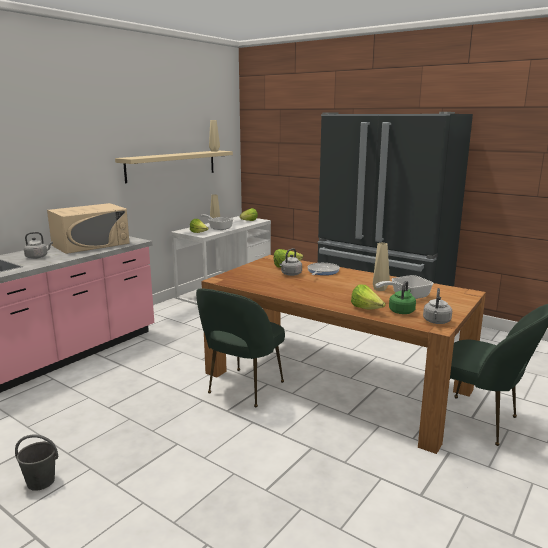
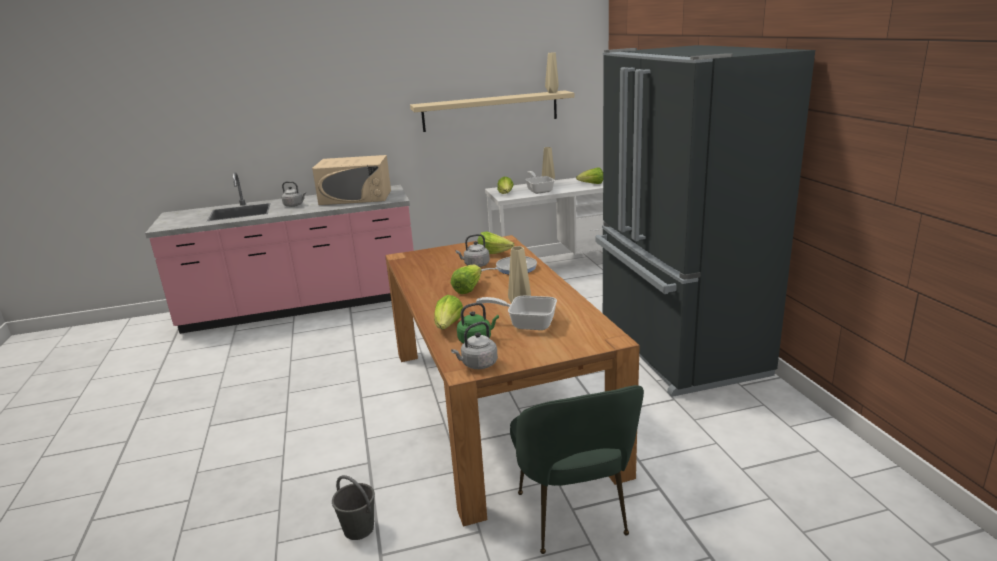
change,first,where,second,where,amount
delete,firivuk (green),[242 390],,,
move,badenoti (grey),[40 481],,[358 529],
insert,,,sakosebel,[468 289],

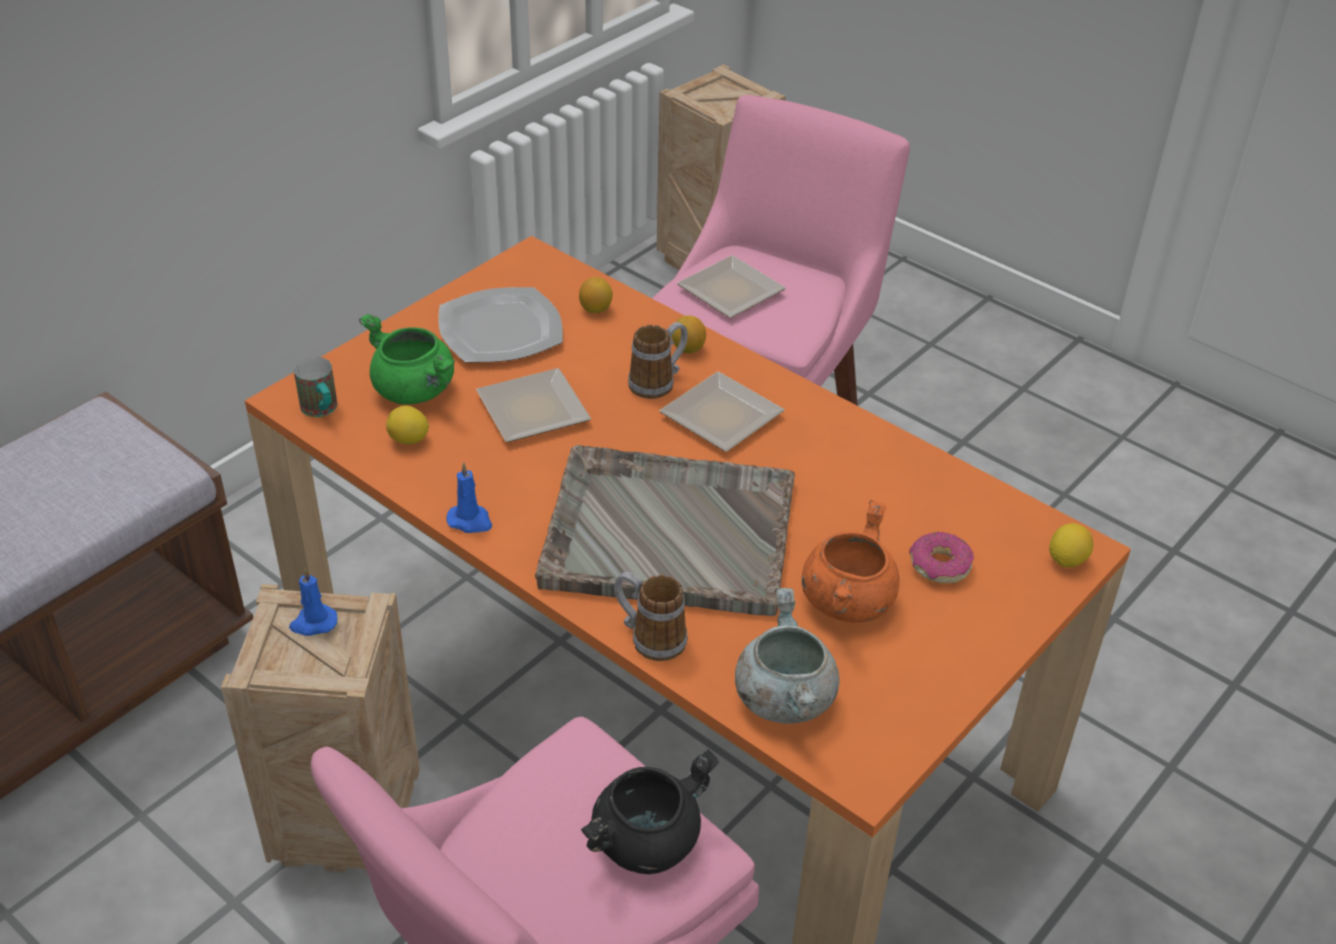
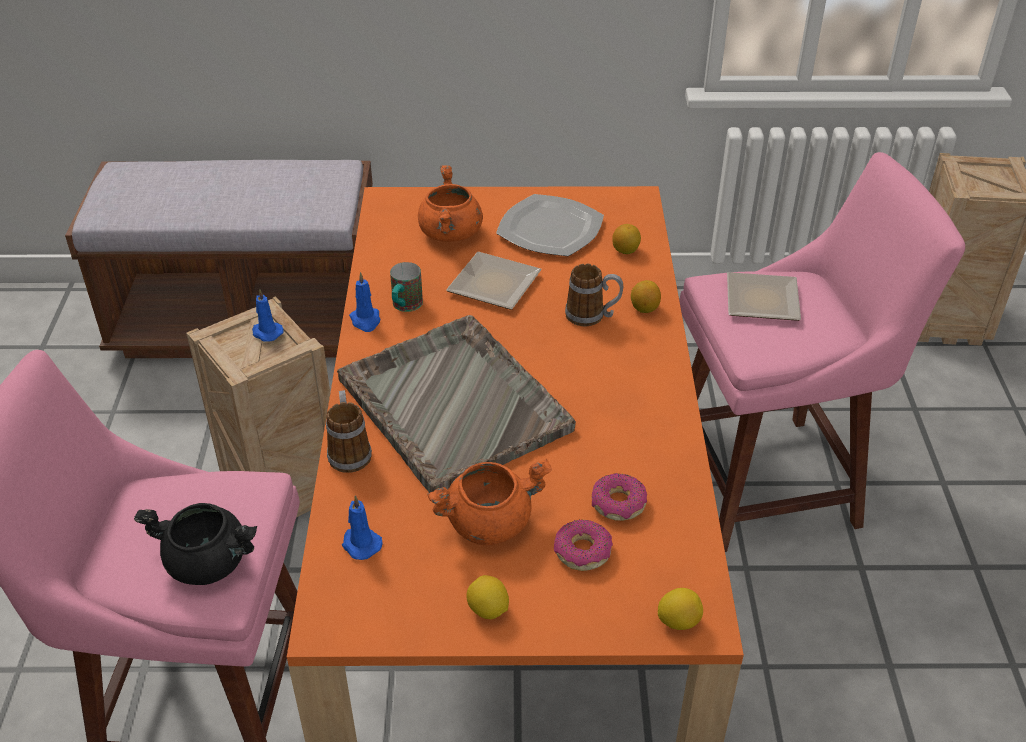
change,first,where,second,where,amount
recolor,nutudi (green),[415 390],nutudi (orange),[451 234],
move,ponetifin,[322 410],,[405 307],
delete,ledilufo,[726 416],,,
move,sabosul,[409 440],,[488 610],
replace,nutudi (grey),[784 698],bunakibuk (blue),[360 544],
insert,,,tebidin,[618 504],

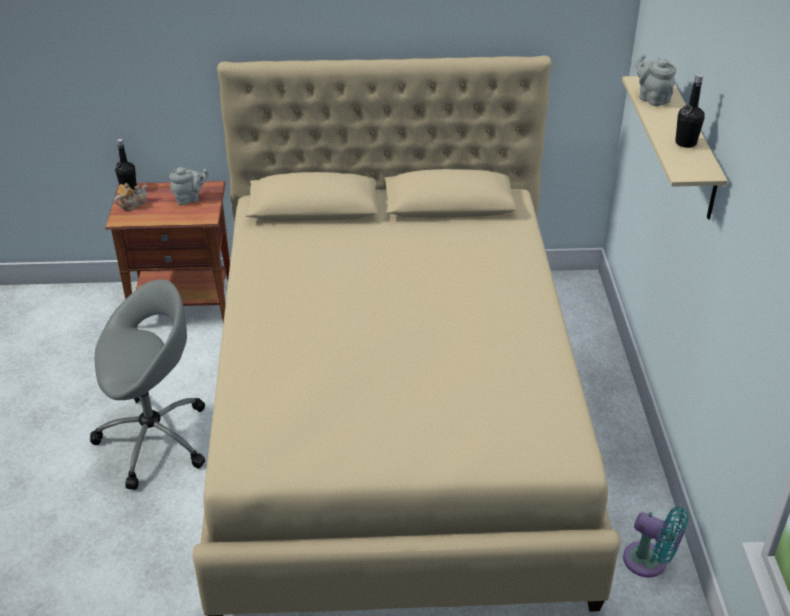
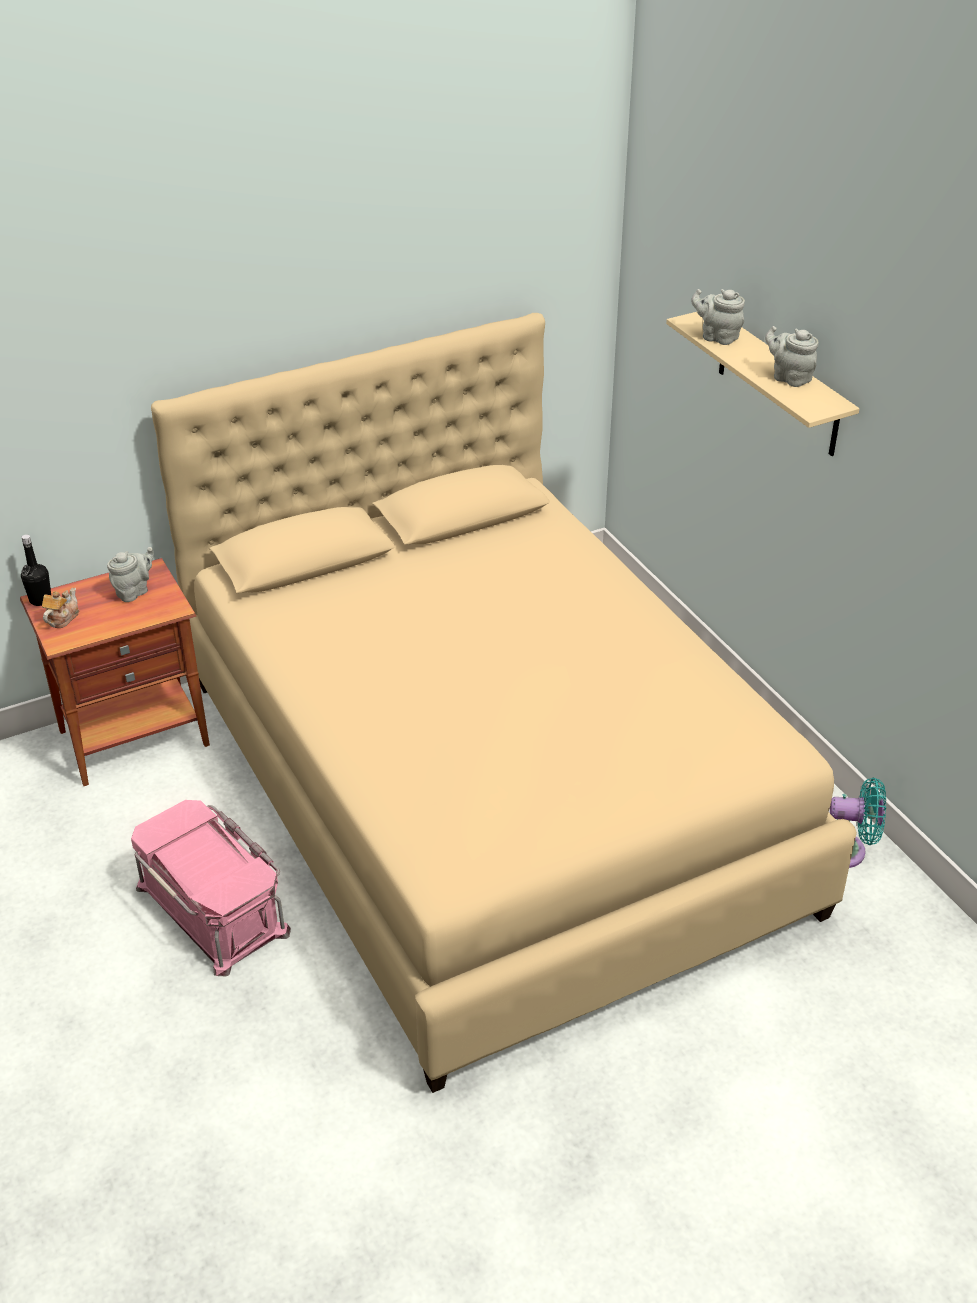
change,first,where,second,where,amount
replace,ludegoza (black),[685 143],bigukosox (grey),[789 378],
replace,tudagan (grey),[157 438],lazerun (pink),[214 907],

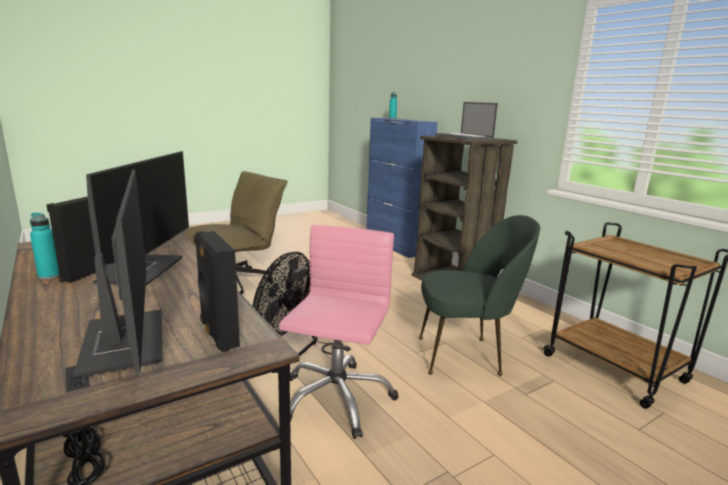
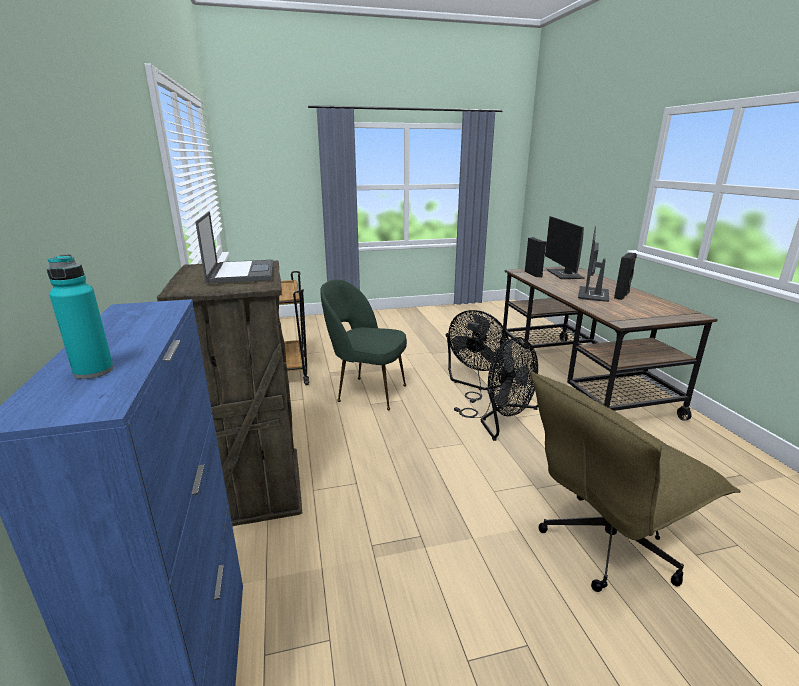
change,first,where,second,where,amount
delete,ludegoza (turquoise),[49 276],,,
replace,tudagan (pink),[336 398],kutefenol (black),[474 382],

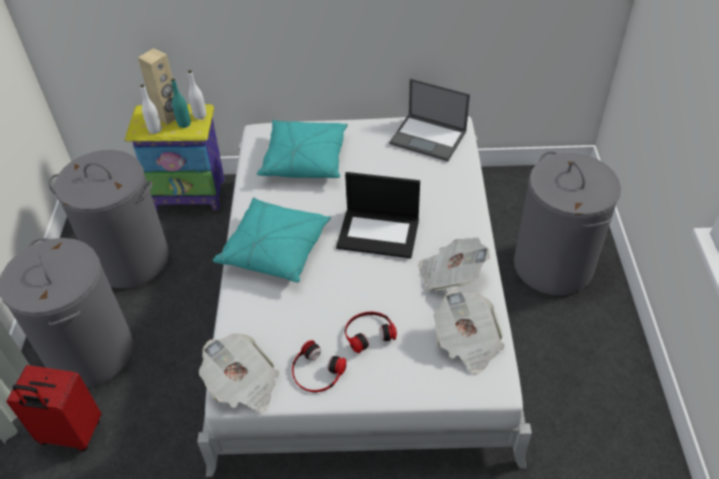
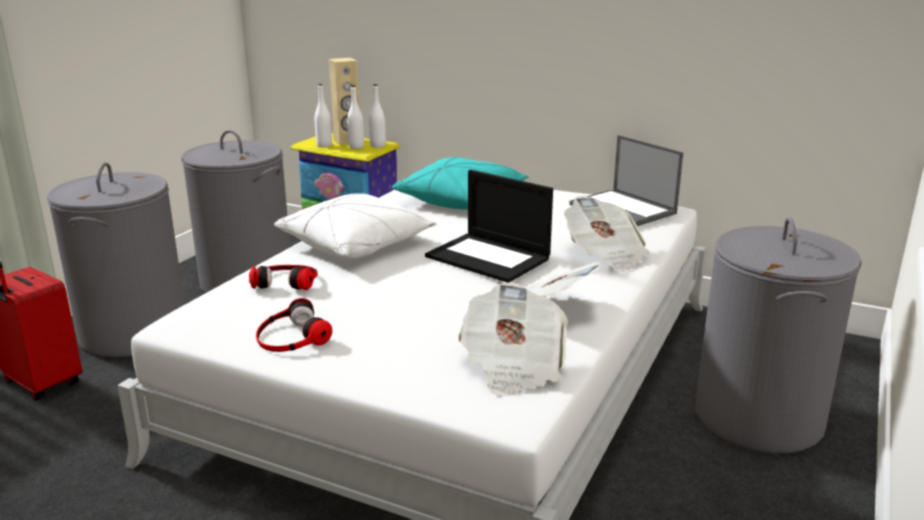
change,first,where,second,where,amount
recolor,ludegoza (turquoise),[184 124],ludegoza (white),[356 147],
recolor,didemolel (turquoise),[275 250],didemolel (white),[357 245],
move,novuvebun,[368 332],,[286 281],
move,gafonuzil,[243 384],,[605 255],

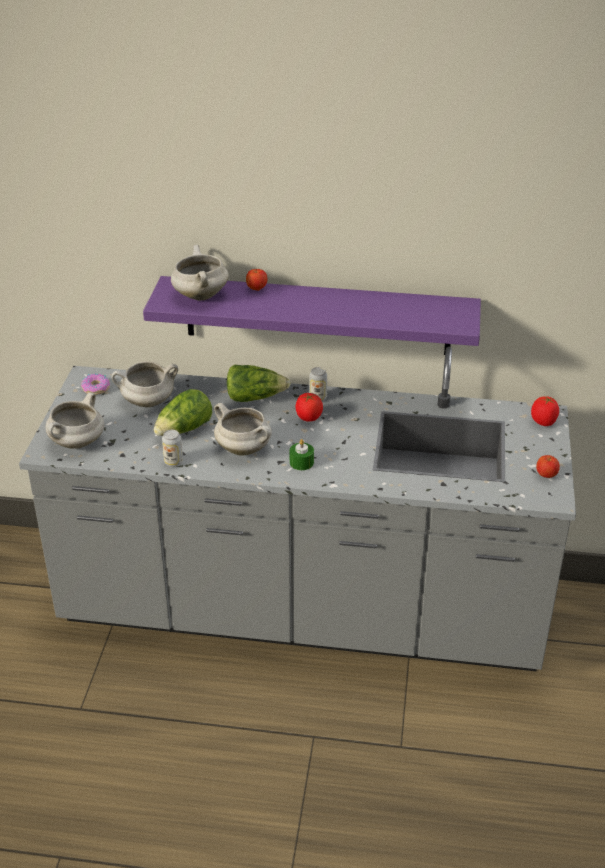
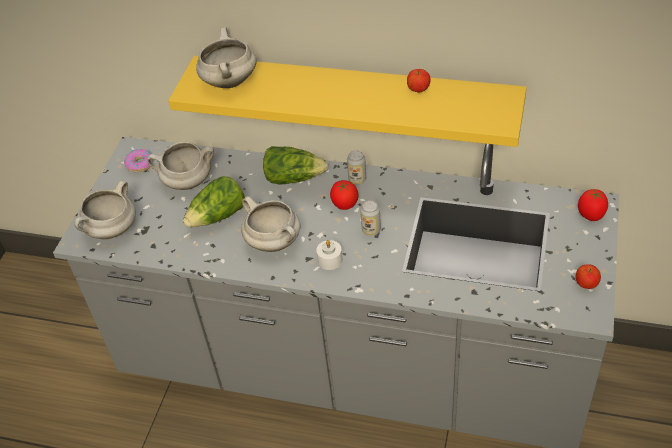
change,first,where,second,where,amount
move,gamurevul,[256 289],,[418 90],
recolor,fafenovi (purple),[317 315],fafenovi (yellow),[355 98],
move,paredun,[173 462],,[371 230],
recolor,bunakibuk (green),[301 462],bunakibuk (white),[330 260],

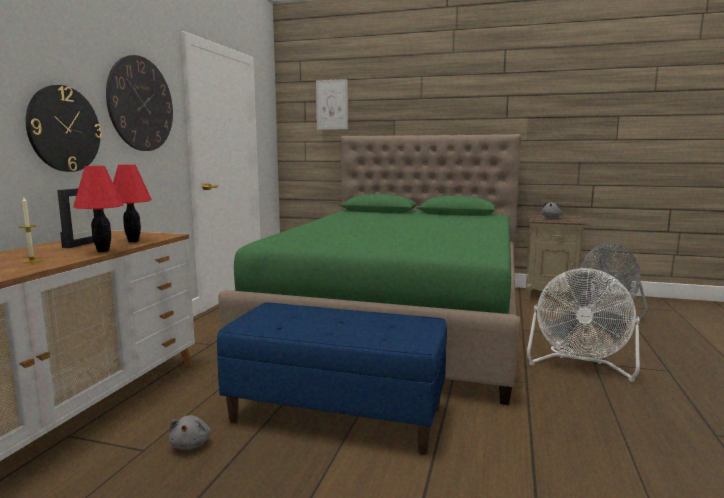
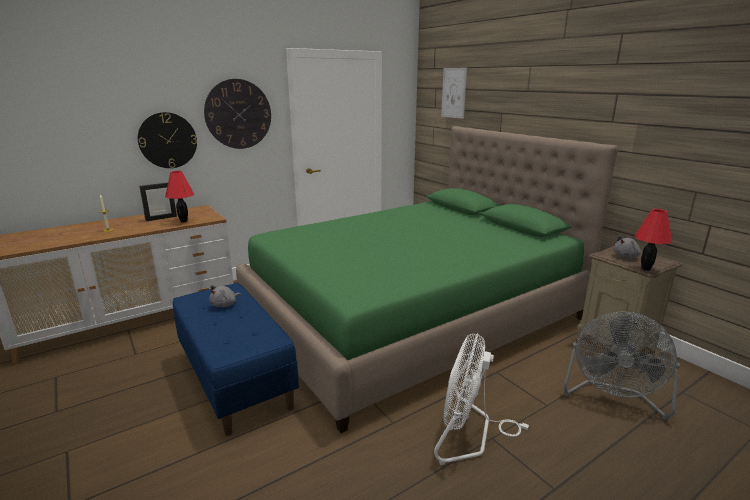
change,first,where,second,where,amount
move,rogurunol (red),[102 251],,[645 269],
rotate,kutefenol (white),[576 364],,[471 430],45 degrees clockwise
move,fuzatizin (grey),[191 444],,[225 305],

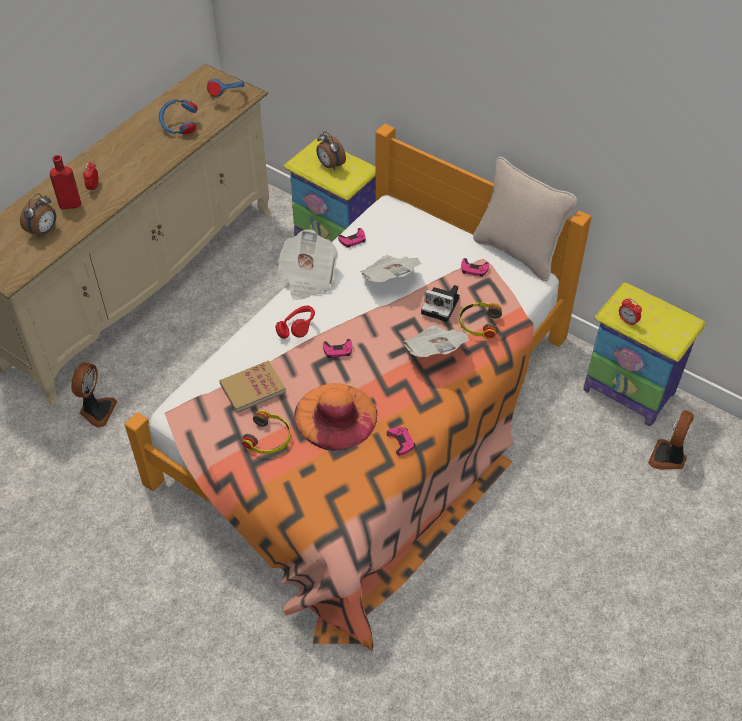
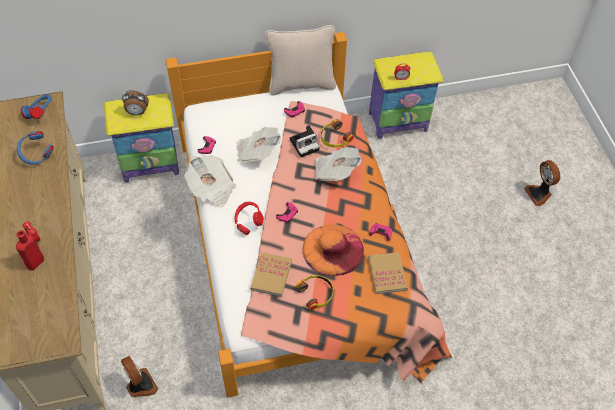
change,first,where,second,where,amount
delete,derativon,[44 231],,,
move,kutefenol,[668 457],,[539 194],
insert,,,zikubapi,[387 274],

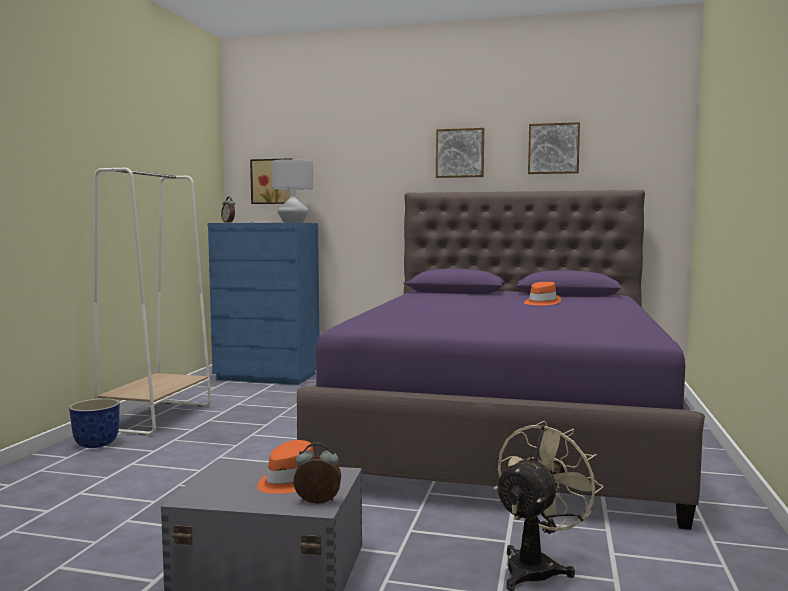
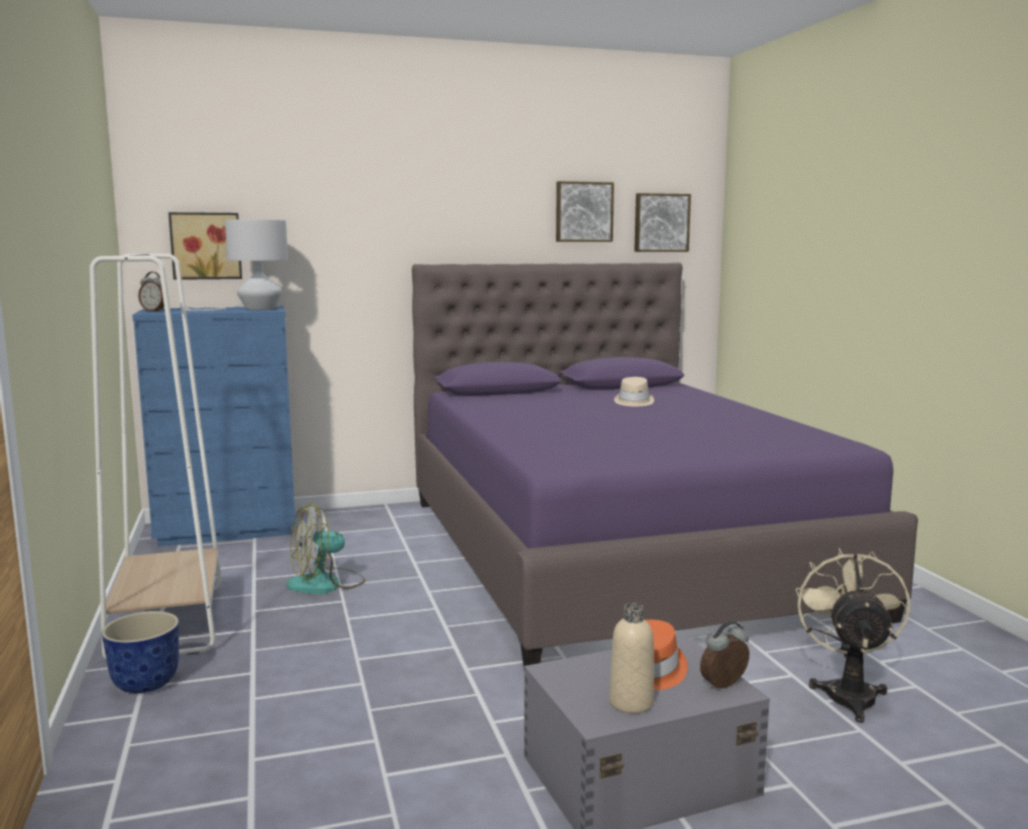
change,first,where,second,where,amount
move,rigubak,[460 153],,[661 223],
recolor,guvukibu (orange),[541 302],guvukibu (beige),[633 402],
insert,,,kutefenol,[326 584],
insert,,,ludegoza (beige),[631 702],

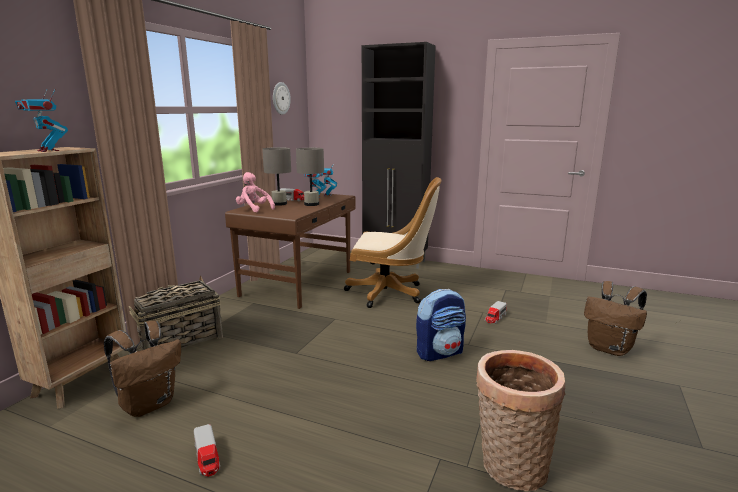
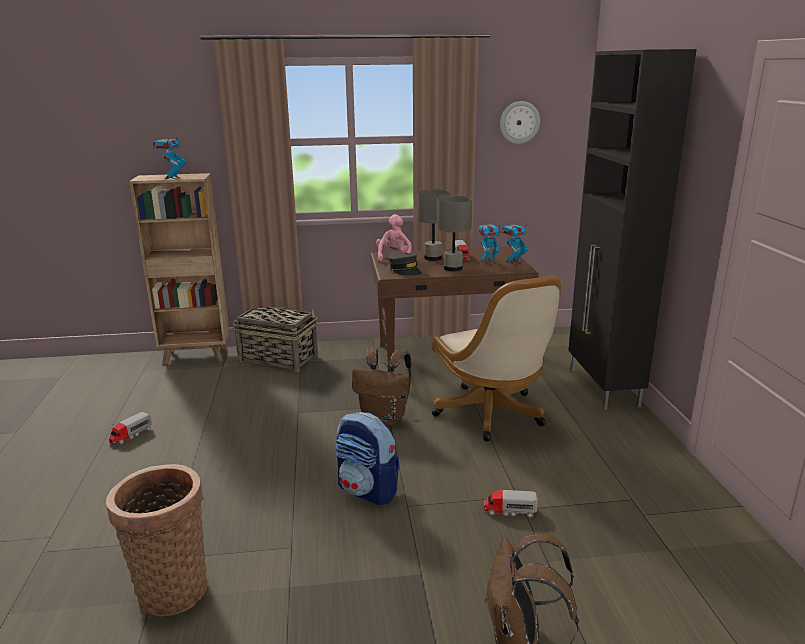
change,first,where,second,where,amount
move,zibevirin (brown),[149 404],,[385 418],
insert,,,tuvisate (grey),[405 270],

